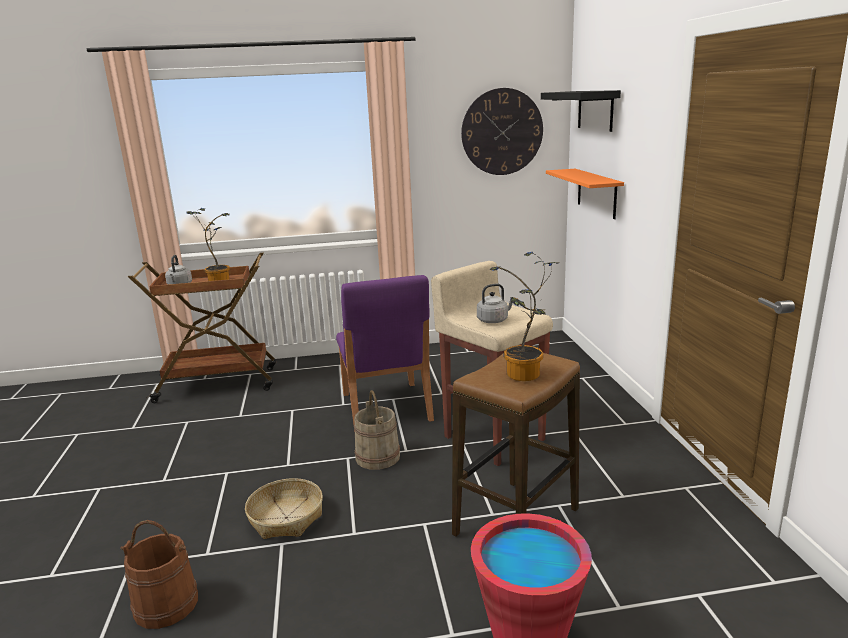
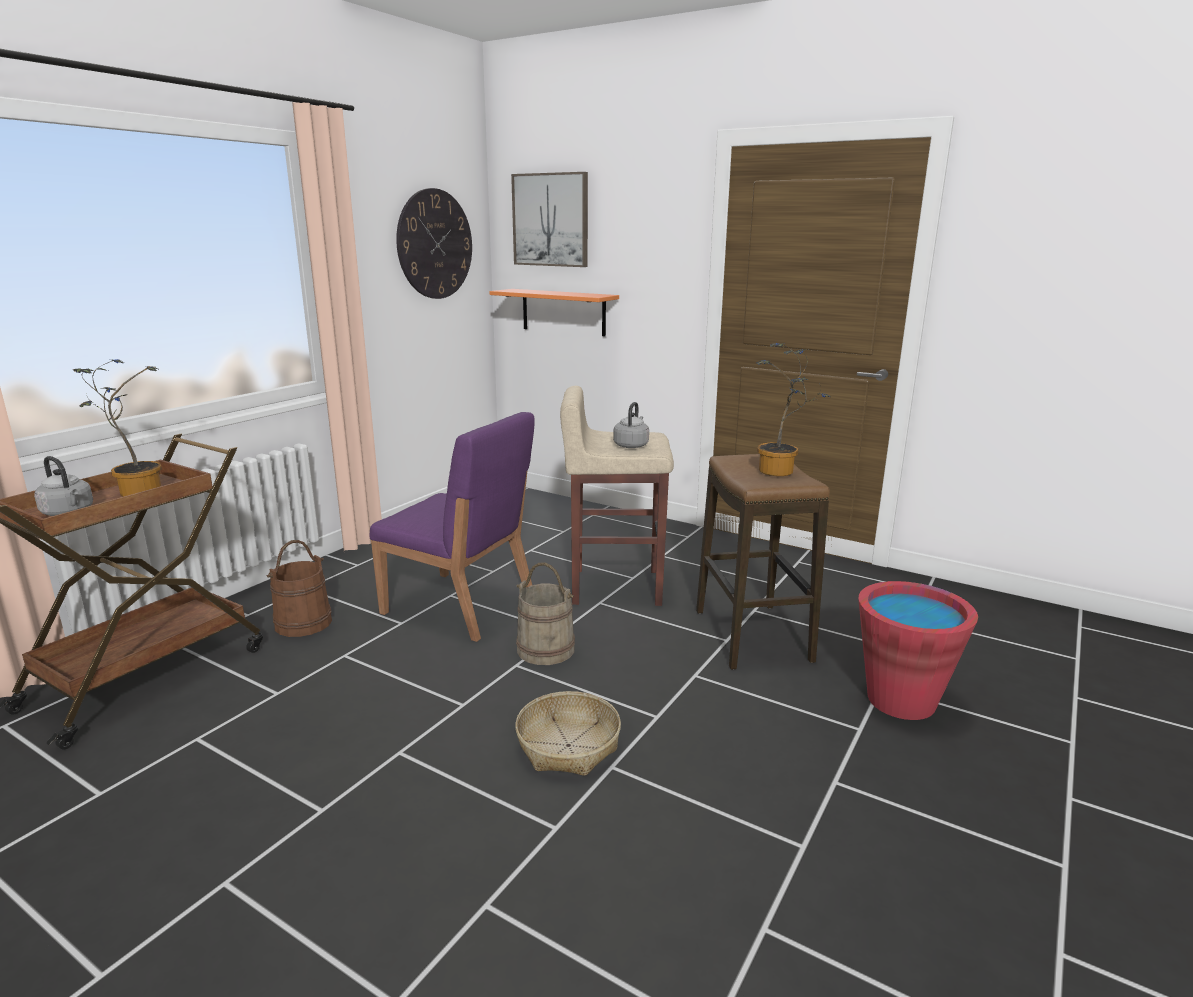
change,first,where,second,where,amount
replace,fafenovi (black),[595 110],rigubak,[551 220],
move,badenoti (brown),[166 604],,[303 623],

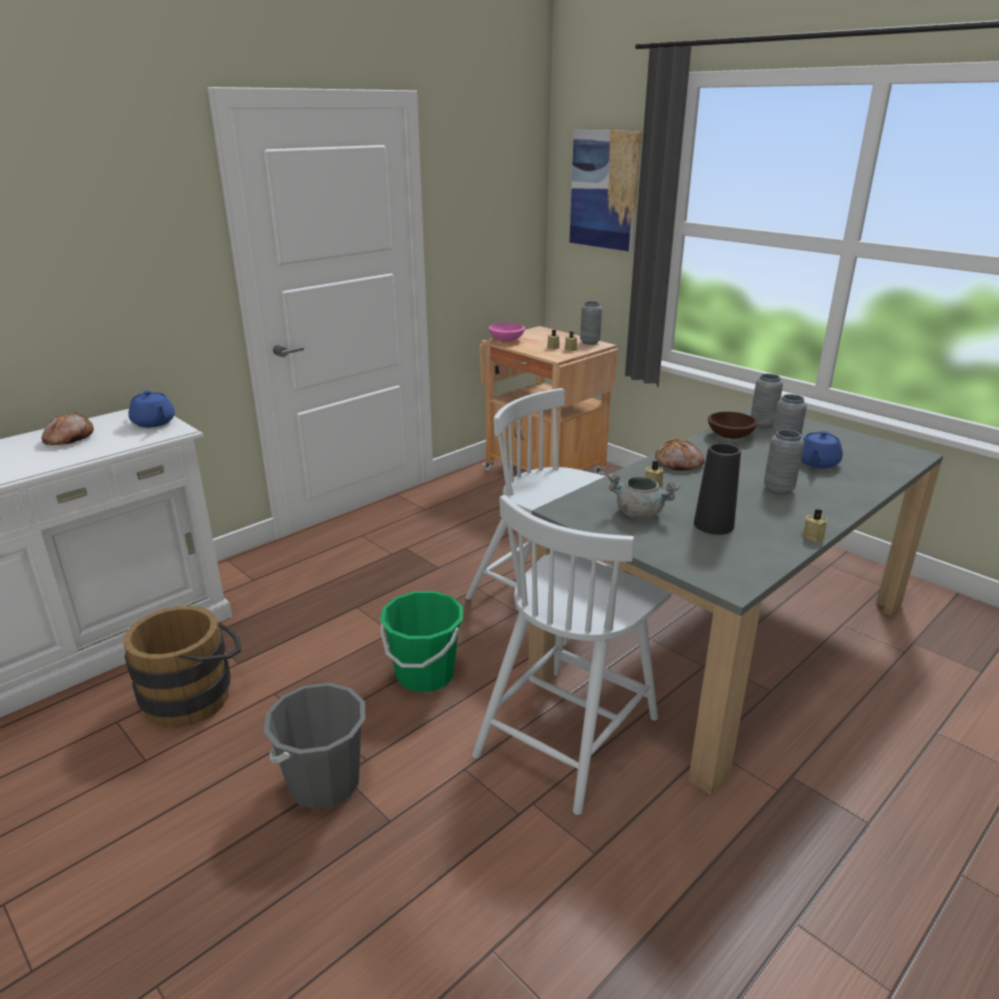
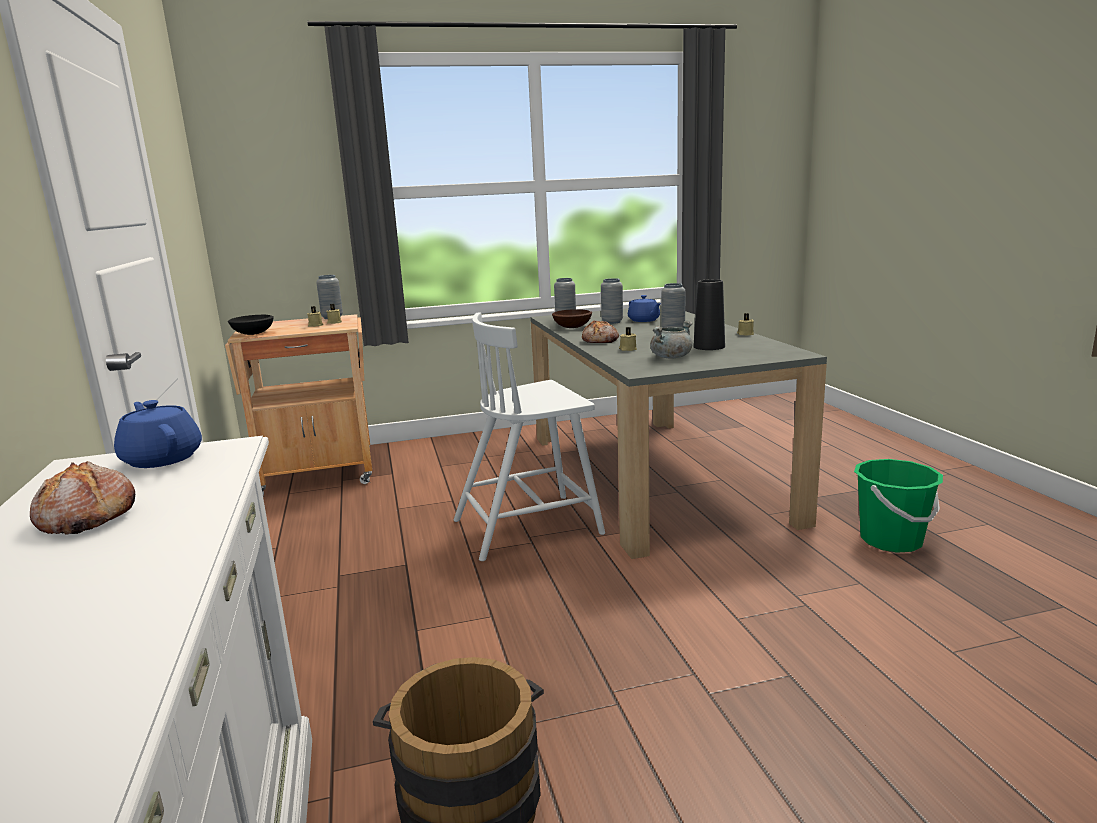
change,first,where,second,where,amount
delete,rigubak,[604 190],,,
recolor,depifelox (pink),[506 340],depifelox (black),[252 333],
rotate,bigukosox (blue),[154 423],,[162 458],120 degrees counterclockwise
delete,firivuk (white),[568 733],,,
move,badenoti (green),[425 674],,[891 540],
delete,badenoti (grey),[324 783],,,

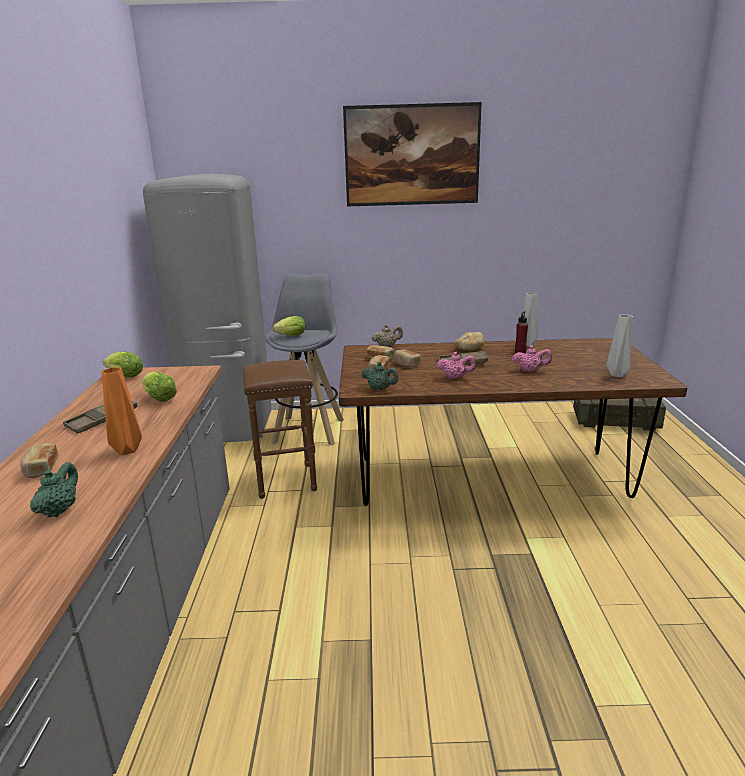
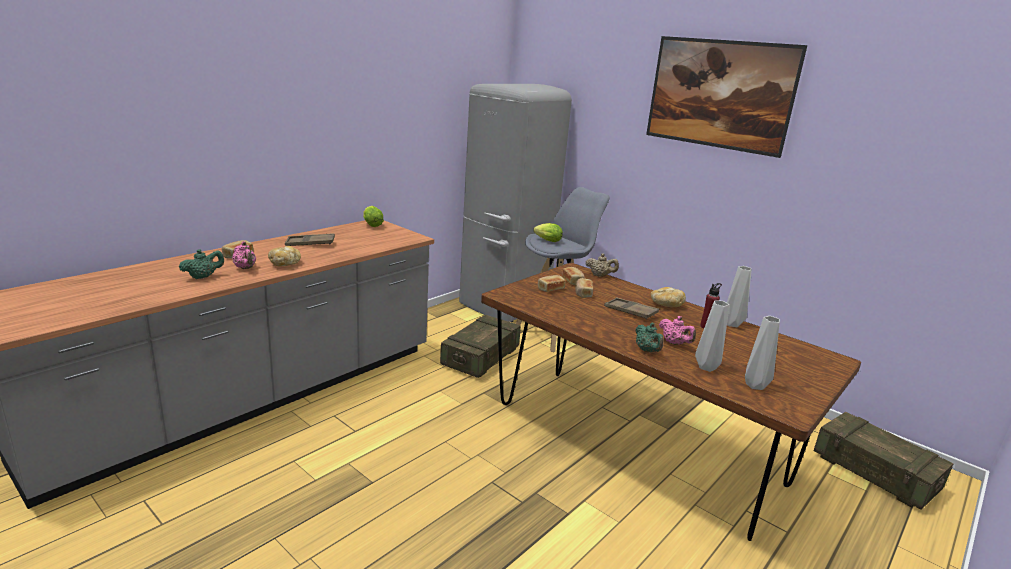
change,first,where,second,where,amount
move,bigukosox (pink),[455 378],,[245 268],
replace,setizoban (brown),[284 480],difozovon,[481 358],
move,bigukosox (green),[380 389],,[647 351],
replace,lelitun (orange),[128 450],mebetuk,[285 264],
delete,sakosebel,[158 398],,,
insert,,,lelitun (grey),[707 367],

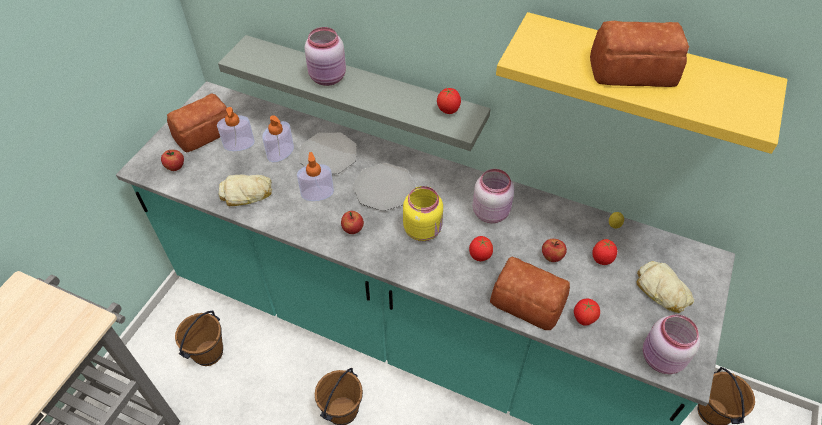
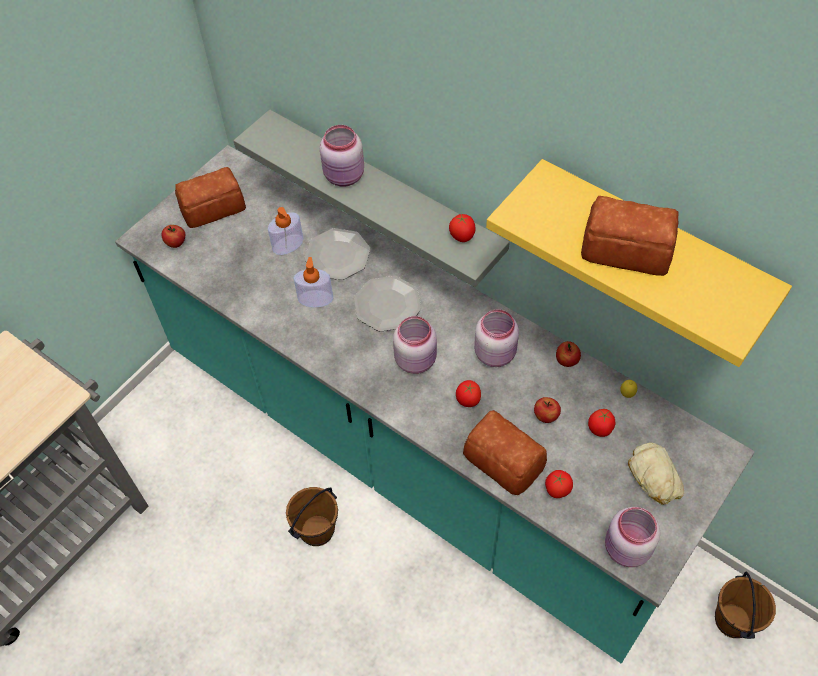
change,first,where,second,where,amount
delete,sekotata,[239 144],,,
delete,mebetuk,[247 194],,,
recolor,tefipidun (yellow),[423 229],tefipidun (pink),[416 359],
move,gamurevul,[353 229],,[566 361],
delete,badenoti (brown),[208 352],,,

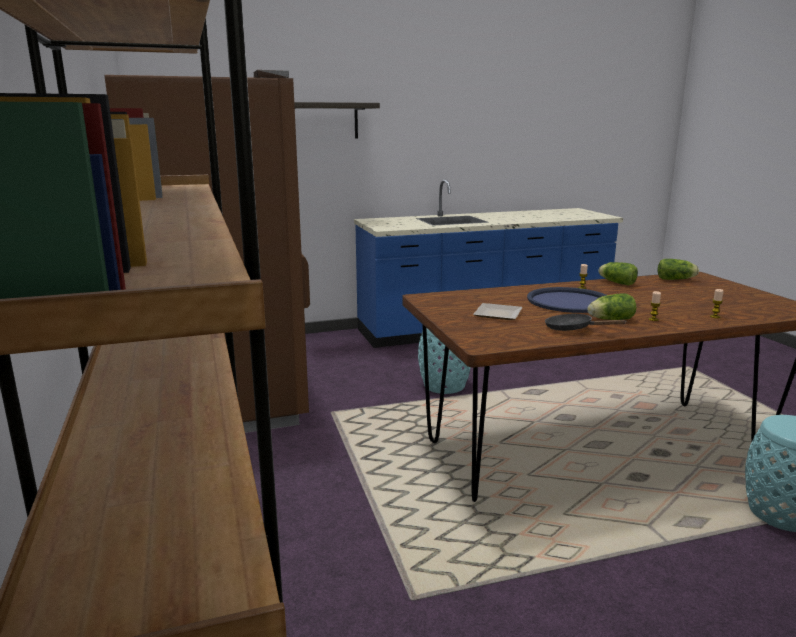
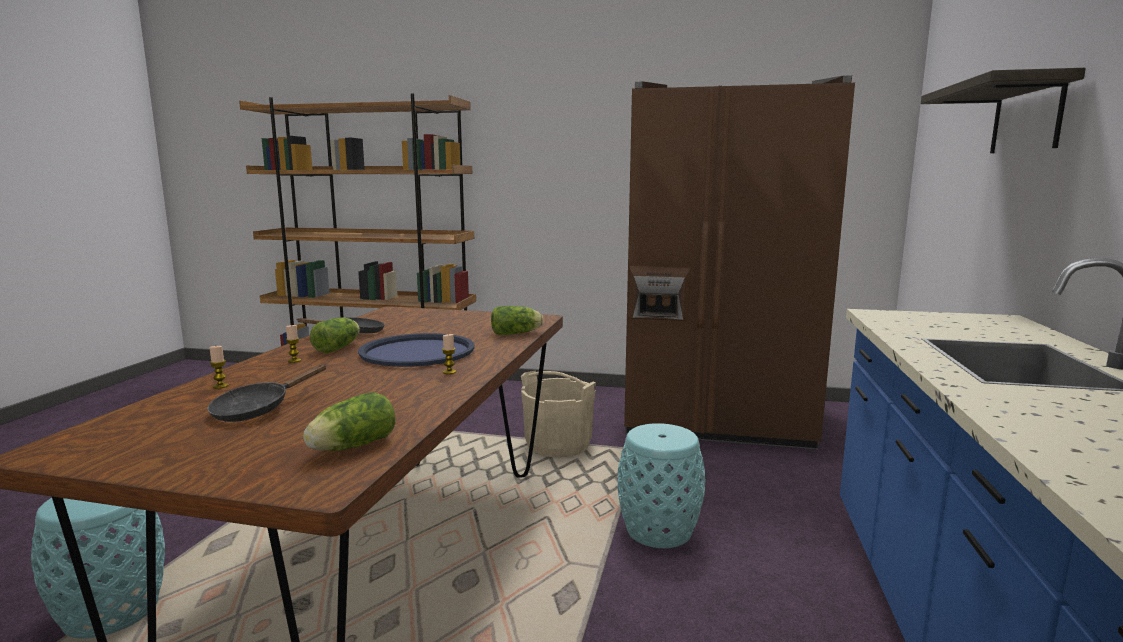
change,first,where,second,where,amount
move,sakosebel,[616 282],,[517 333],
delete,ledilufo,[496 314],,,
insert,,,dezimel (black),[258 409],
insert,,,badenoti (beige),[558 445],

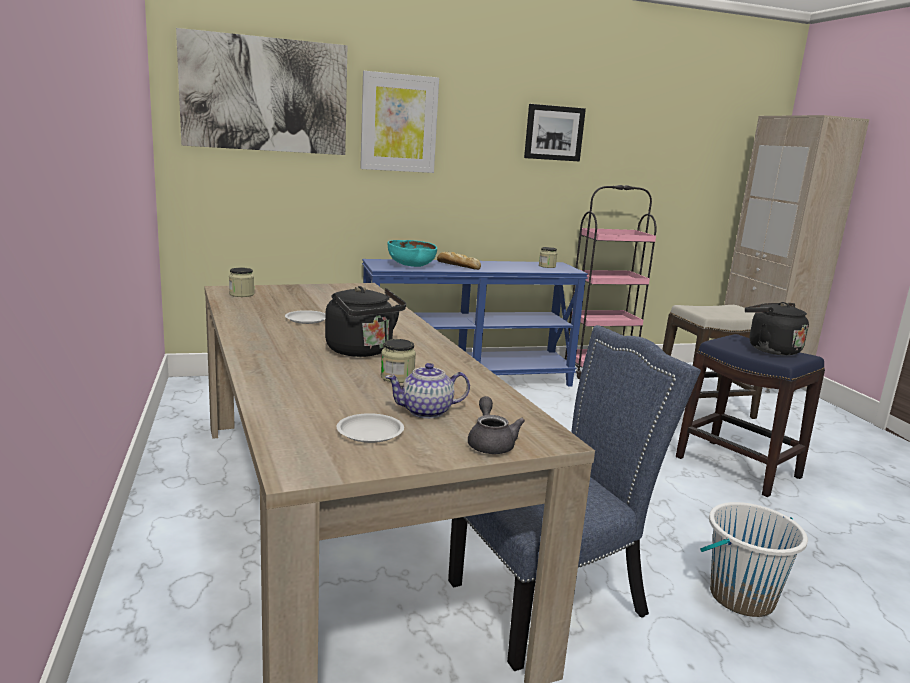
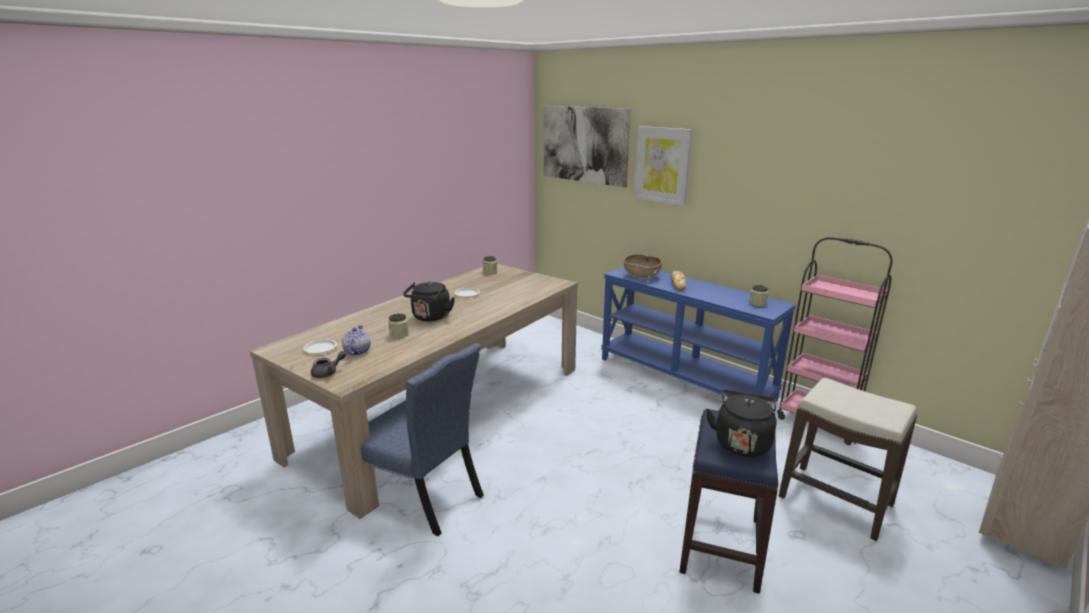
change,first,where,second,where,amount
delete,rigubak,[553 133],,,
recolor,depifelox (turquoise),[411 266],depifelox (brown),[642 276],
rotate,bigukosox,[427 412],,[357 352],45 degrees clockwise
delete,badenoti (white),[741 597],,,

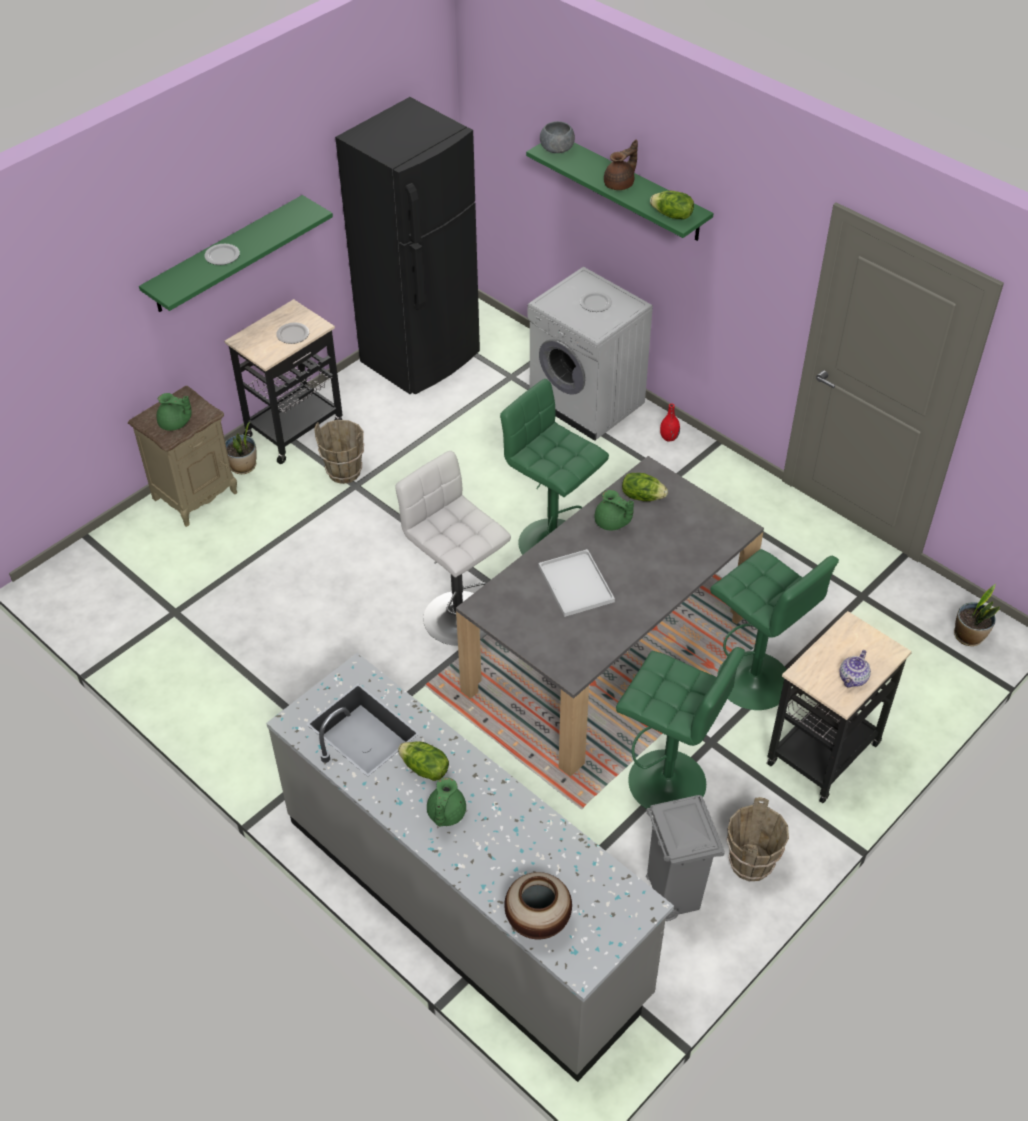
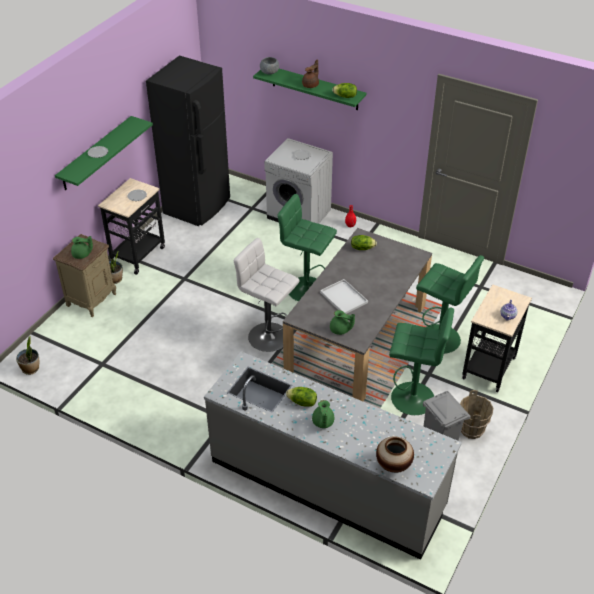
change,first,where,second,where,amount
delete,badenoti (brown),[344 472],,,
move,bigukosox (green),[612 523],,[340 330],
move,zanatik,[969 636],,[31 369],

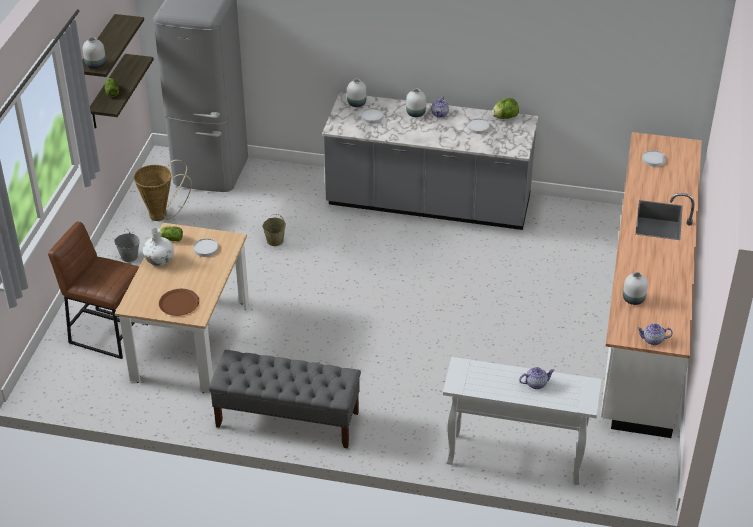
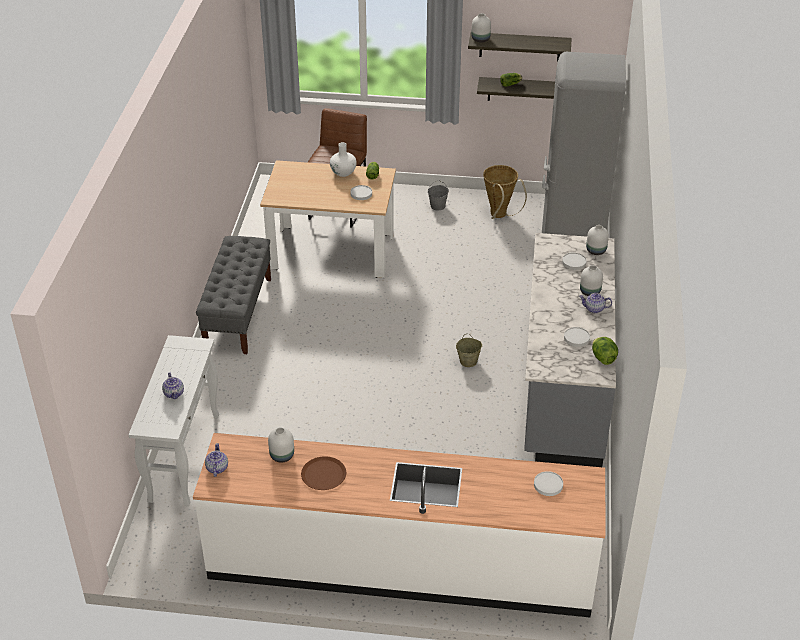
change,first,where,second,where,amount
move,badenoti (beige),[275 240],,[468 361],
move,ledilufo (brown),[179 303],,[323 474],

